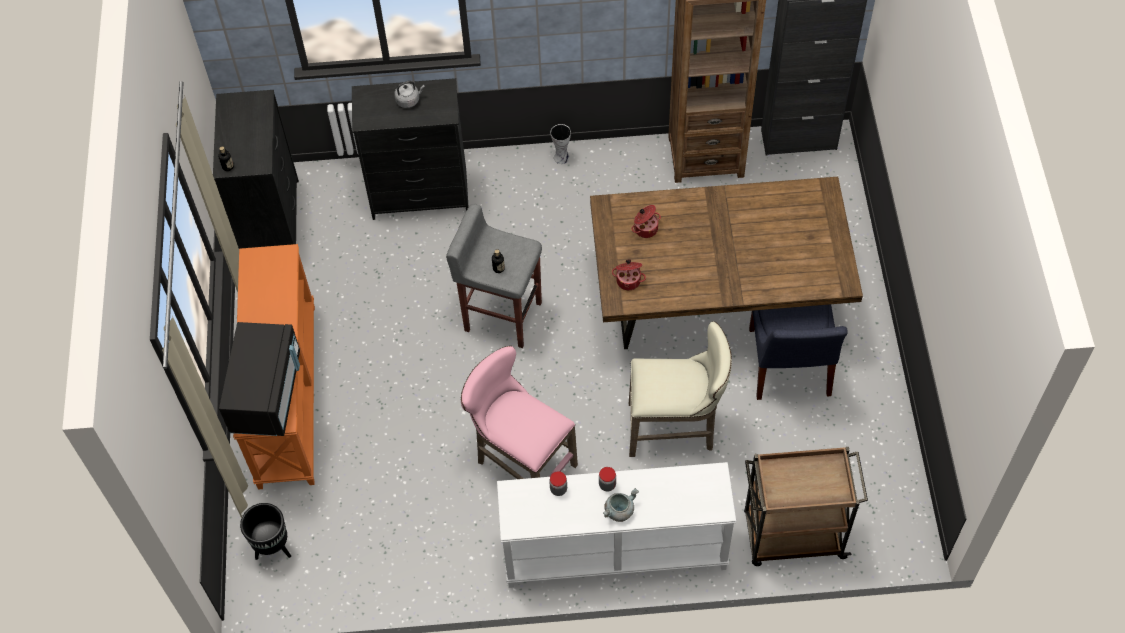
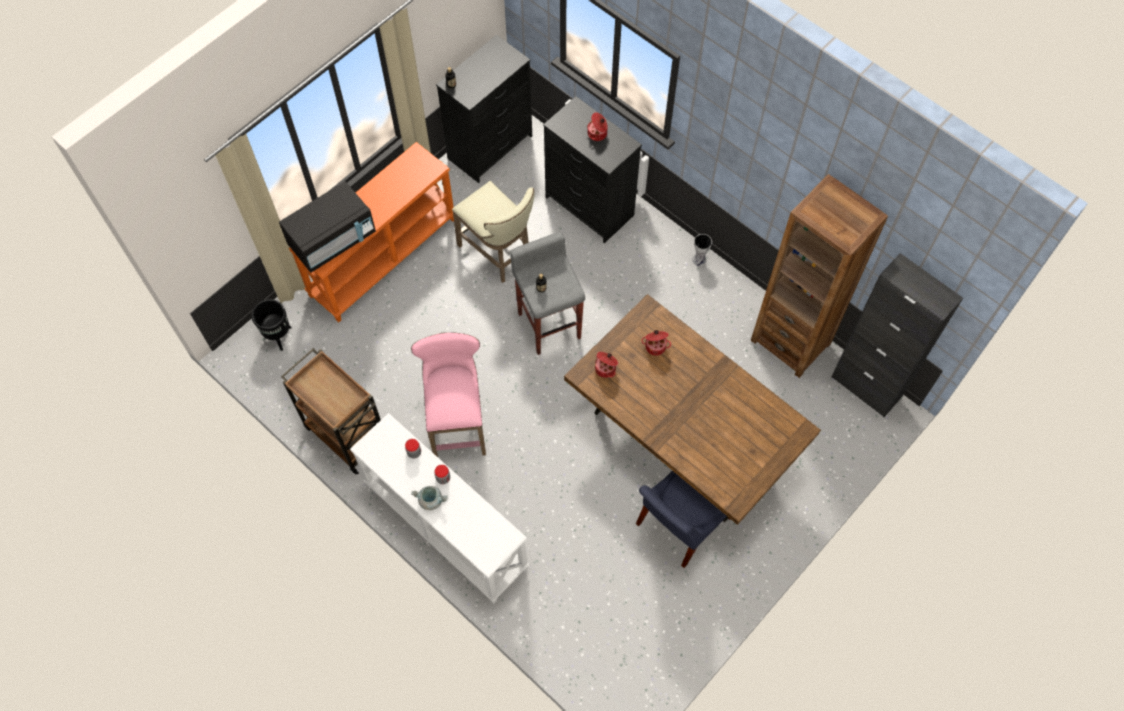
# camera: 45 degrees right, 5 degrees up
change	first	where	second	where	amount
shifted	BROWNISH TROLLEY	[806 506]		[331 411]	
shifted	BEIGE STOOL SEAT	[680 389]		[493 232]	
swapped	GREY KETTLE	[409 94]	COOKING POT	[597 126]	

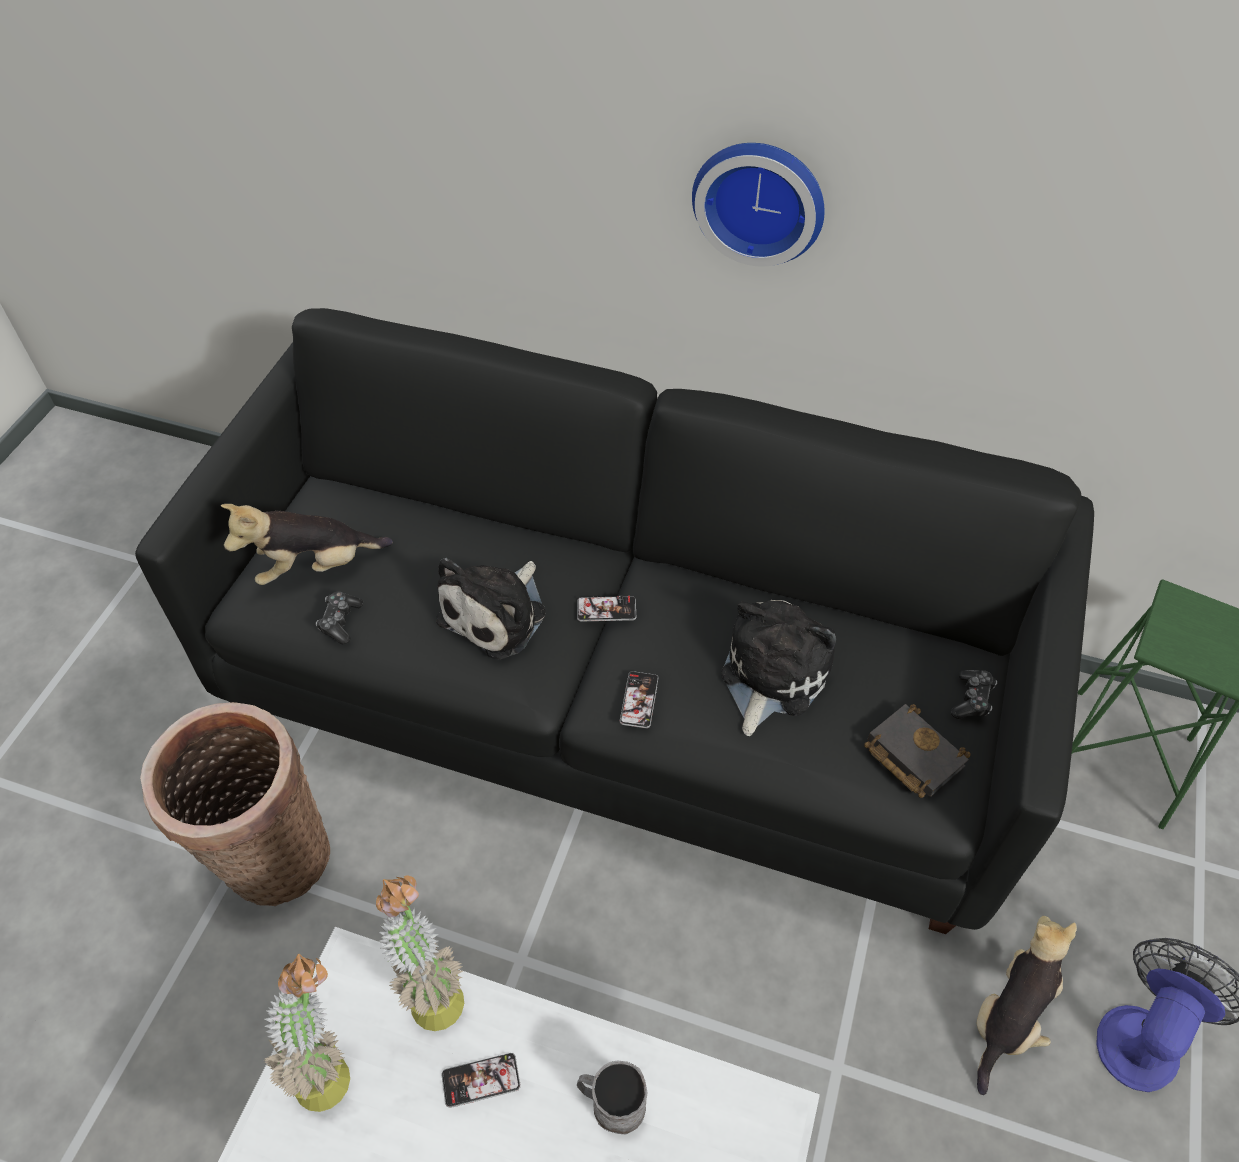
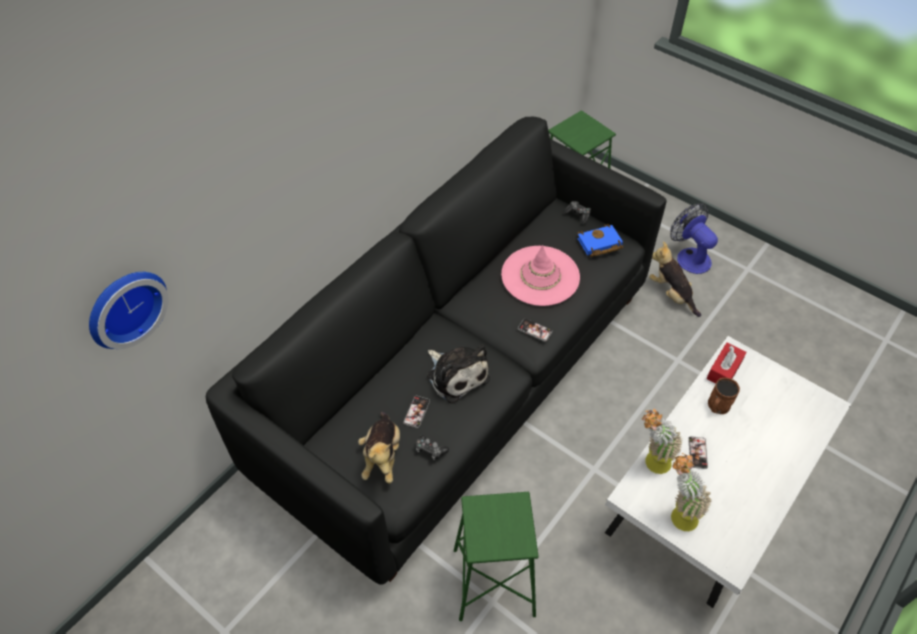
# camera: 70 degrees left, 0 degrees up
change	first	where	second	where	amount
shifted	WALL CLOCK	[758 204]		[129 310]	
shifted	HANDSET	[606 608]		[416 412]	
swapped	BASKET	[235 804]	GREEN STOOL SEAT	[496 556]	
swapped	CUDDLY TOY	[778 668]	PINK HAT	[540 275]	
repainted	BLACKISH BOOK	[917 751]	BLUE-COLOURED BOOK	[600 240]	
new			REDDISH BOX OF TISSUES	[726 363]	
repainted	GREY MUG	[612 1097]	BROWNISH MUG	[724 396]	

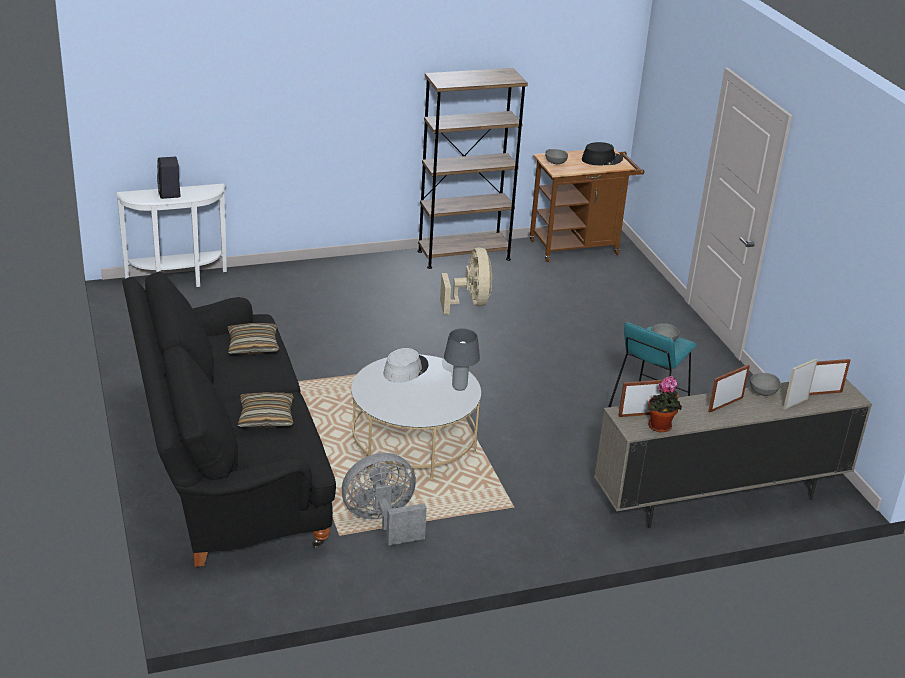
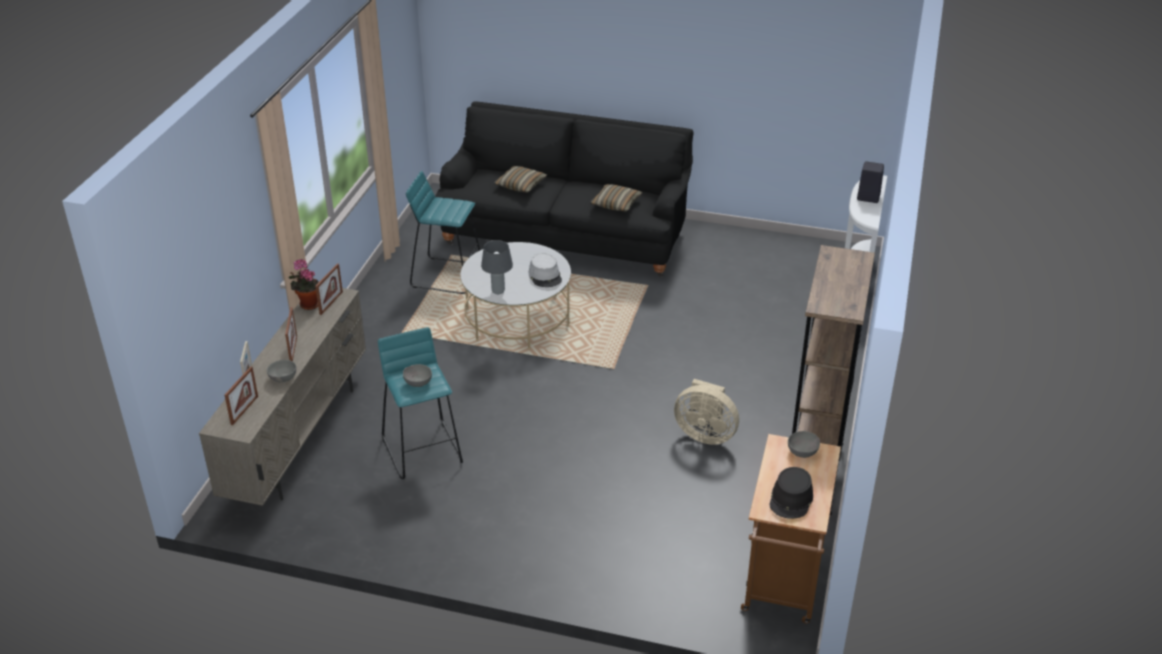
# camera: 125 degrees right, 5 degrees up
change	first	where	second	where	amount
swapped	GREY FAN	[384 499]	TURQUOISE STOOL SEAT	[443 232]	

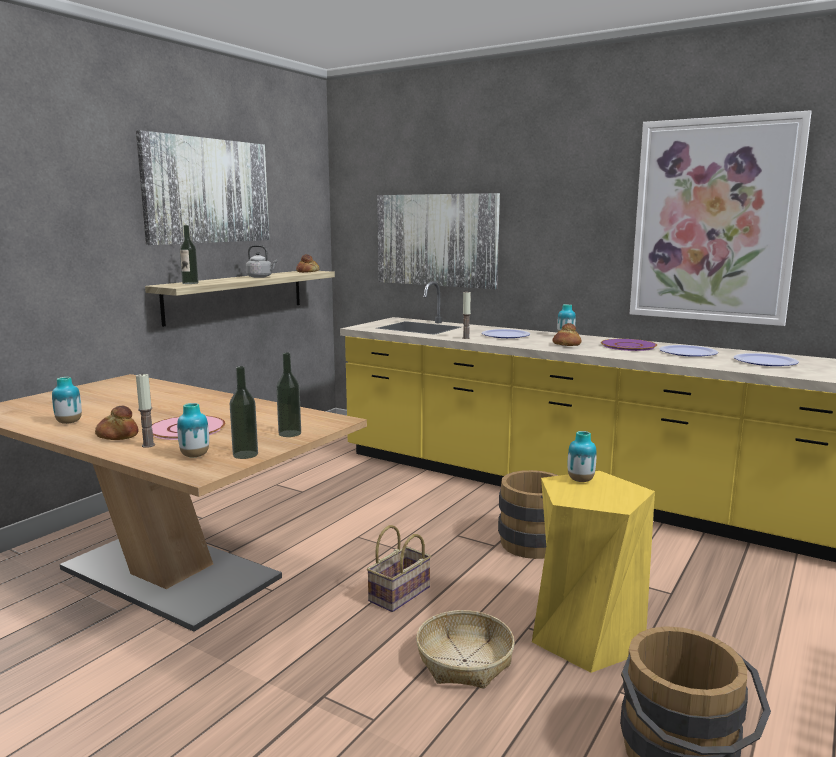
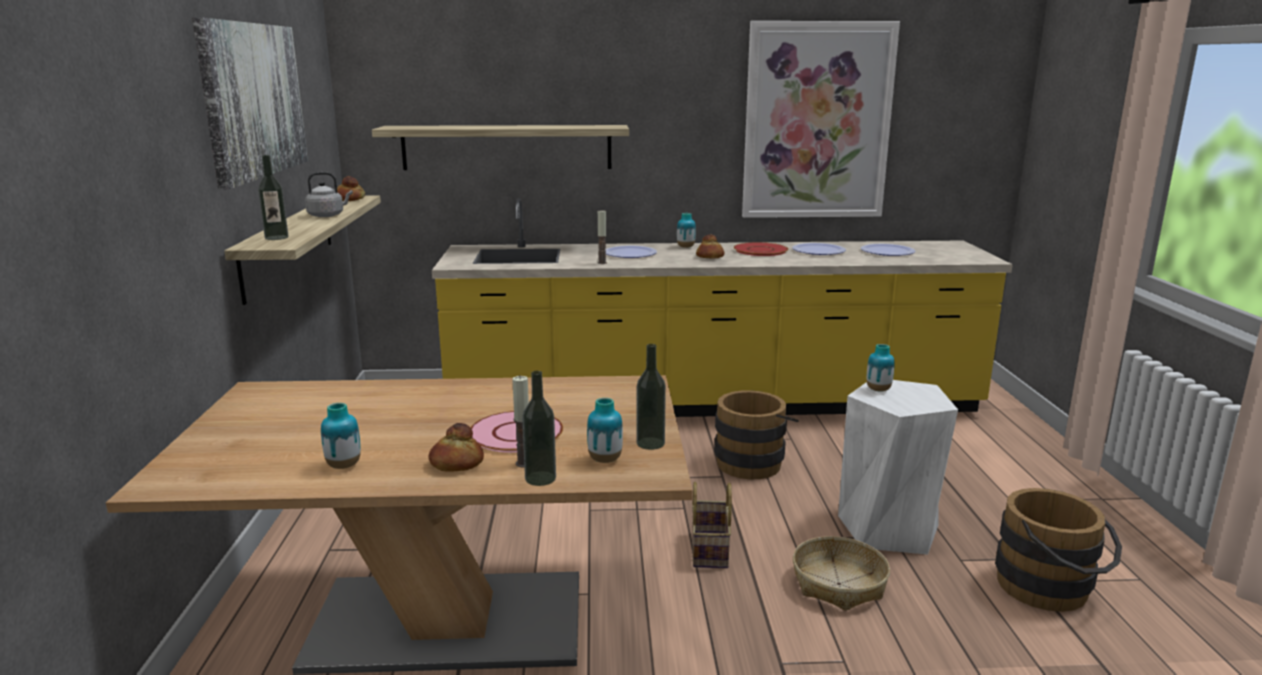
# camera: 35 degrees left, 5 degrees up
change	first	where	second	where	amount
swapped	WALL PICTURE	[438 241]	BRACKET SHELF	[500 147]	
shifted	BOTTLE	[288 395]		[539 428]	
repainted	PURPLE PLATE	[629 345]	REDDISH PLATE	[761 249]	
repainted	YELLOWISH STOOL SEAT	[593 572]	WHITE STOOL SEAT	[898 467]	

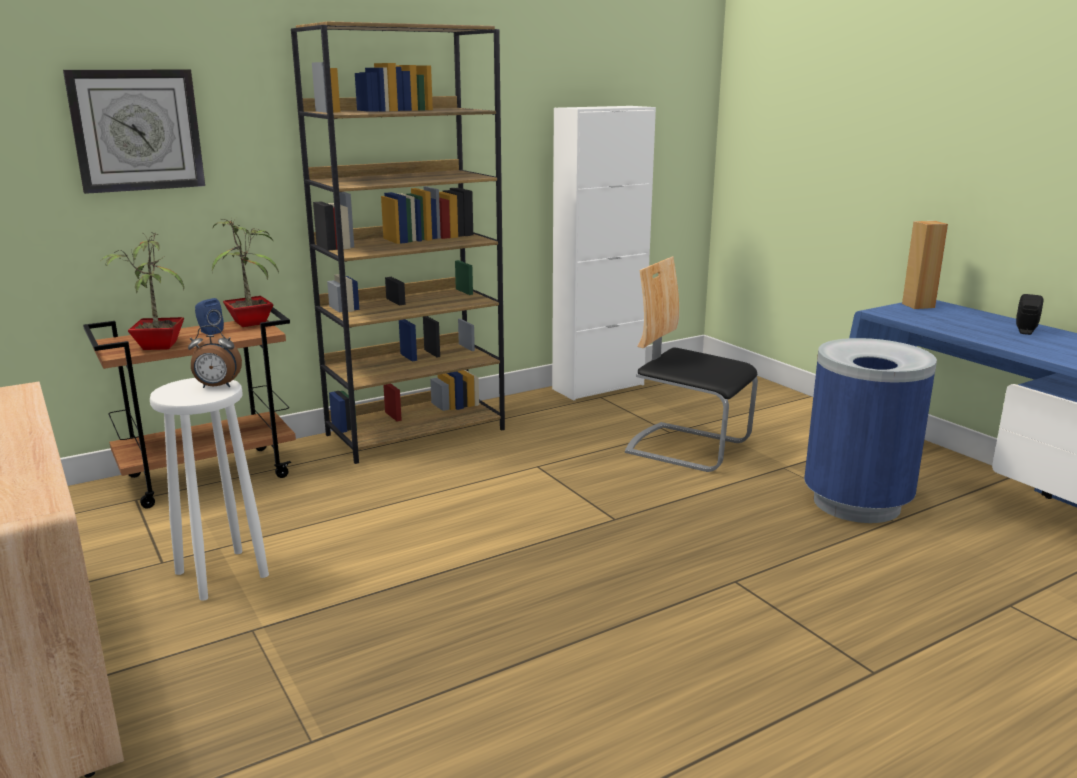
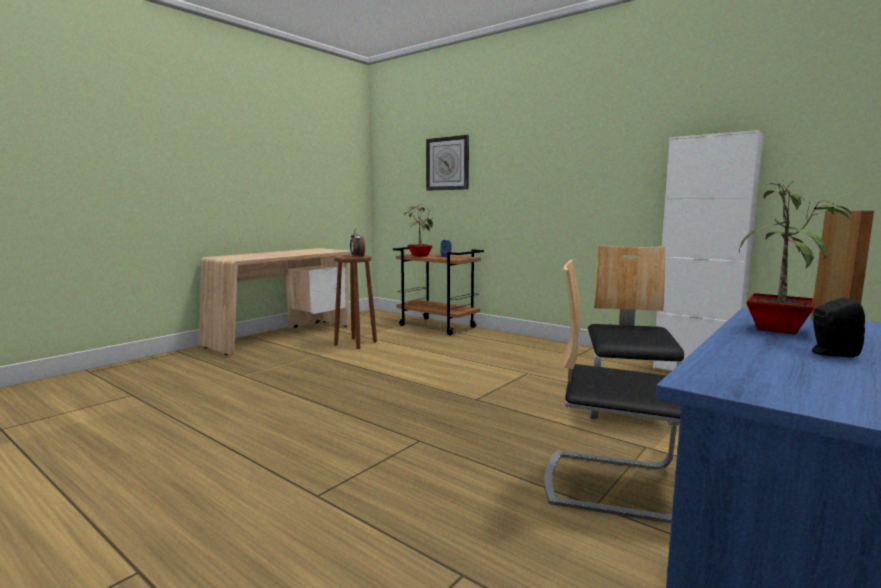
# camera: 70 degrees right, 10 degrees down
change	first	where	second	where	amount
repainted	WHITE STOOL SEAT	[209 489]	BROWNISH STOOL SEAT	[355 302]	
swapped	BLUE-COLOURED RUBBISH BIN	[870 430]	CHAIR	[612 391]	
shifted	POTTED PLANT	[245 272]		[795 257]	
gone	BROWNISH BOOKSHELF	[398 242]			

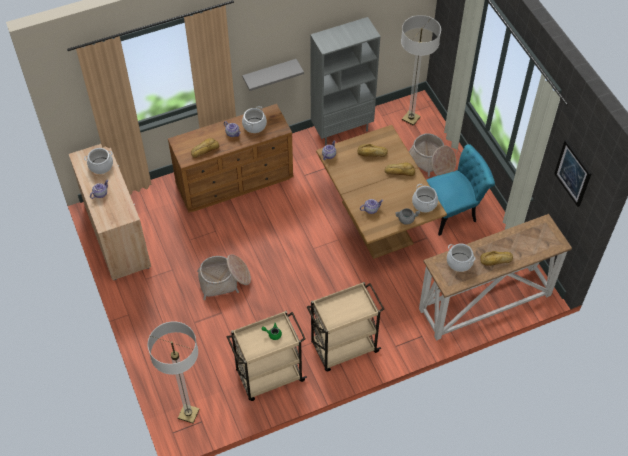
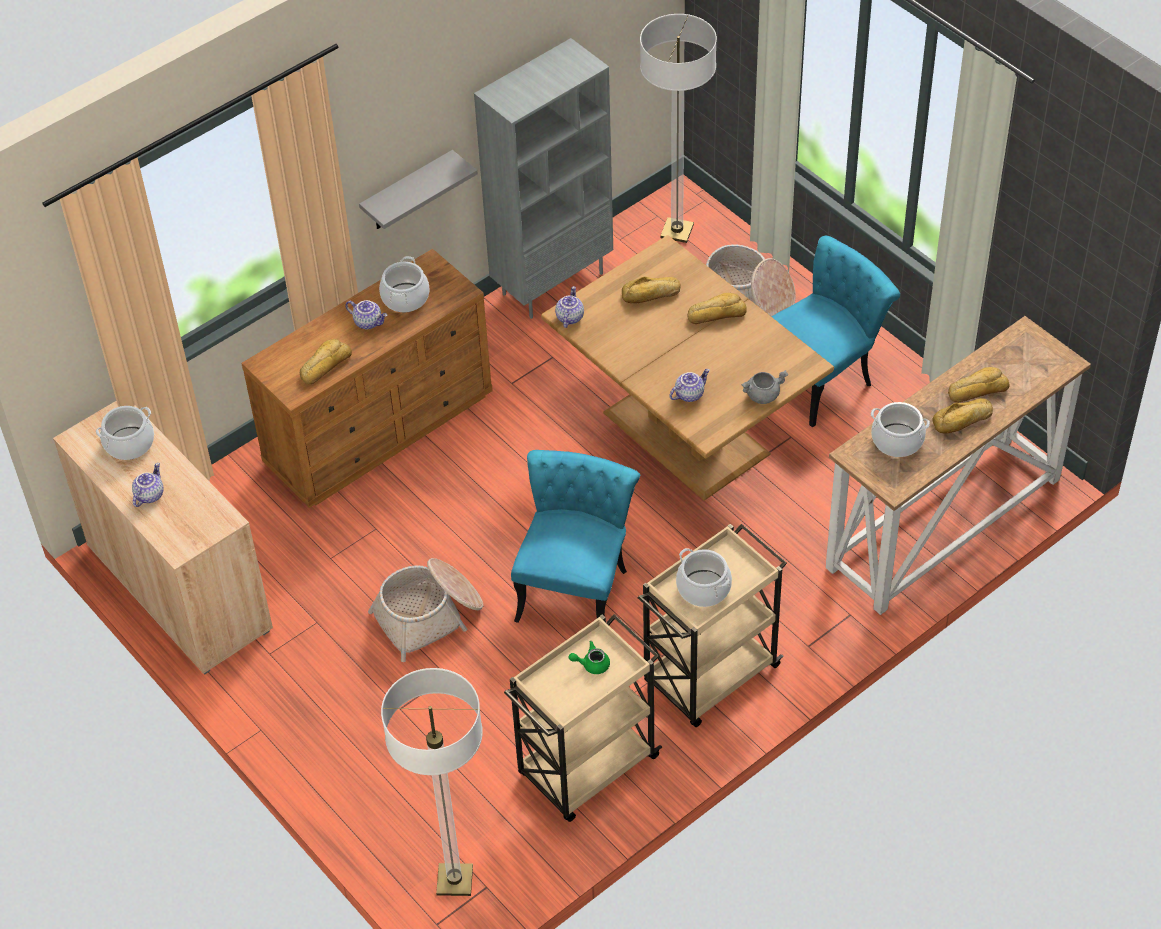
# camera: 15 degrees left, 5 degrees down
change	first	where	second	where	amount
new			TURQUOISE CHAIR	[575 536]	
shifted	COOKING POT	[425 198]		[704 577]	
new			BAKED BREAD	[978 385]	
gone	WALL PICTURE	[573 173]			

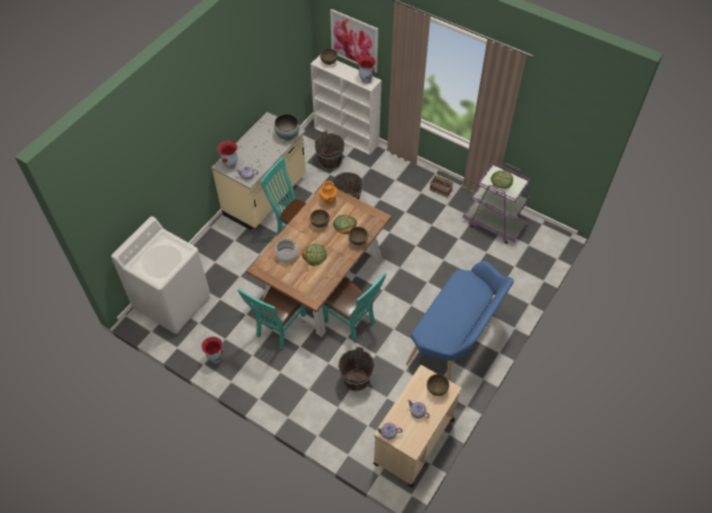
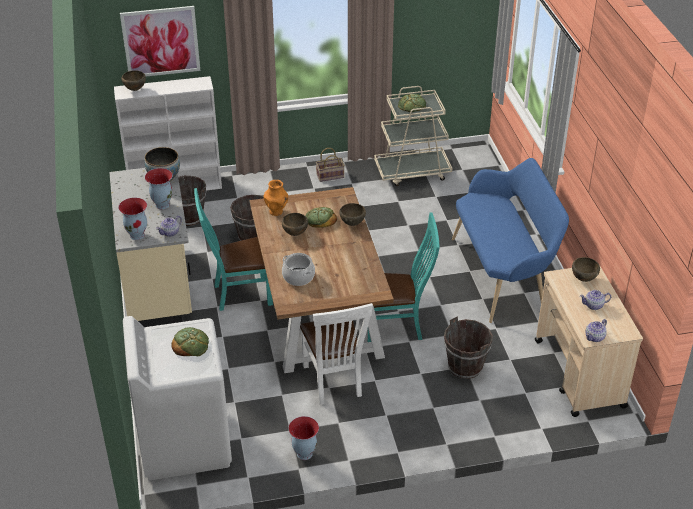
# camera: 45 degrees left, 15 degrees down
change	first	where	second	where	amount
shifted	DECORATIVE VASE	[366 69]		[159 188]	
shifted	BAKED BREAD	[314 255]		[190 341]	
repainted	TURQUOISE CHAIR	[272 318]	WHITE CHAIR	[336 354]	
repainted	PURPLE TROLLEY	[496 203]	BEIGE TROLLEY	[413 136]	

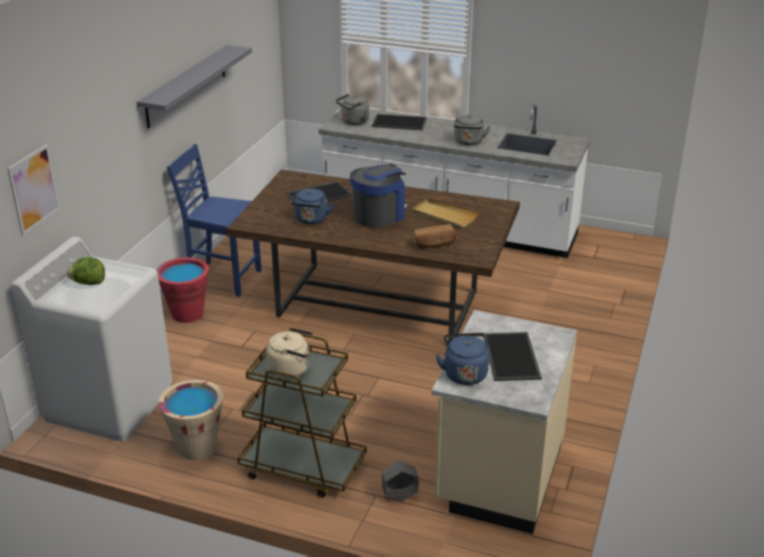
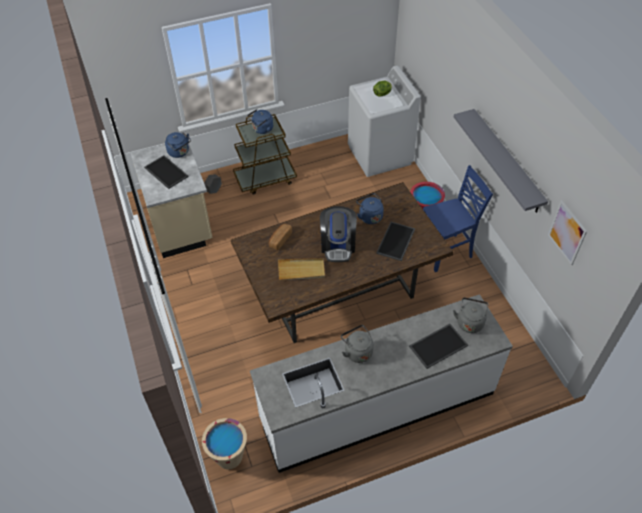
# camera: 140 degrees right, 20 degrees up
change	first	where	second	where	amount
shifted	BEIGE BUCKET	[190 420]		[224 443]	
repainted	BEIGE KETTLE	[289 353]	BLUE-COLOURED KETTLE	[260 121]	
shifted	WALL PICTURE	[33 189]		[567 232]	

